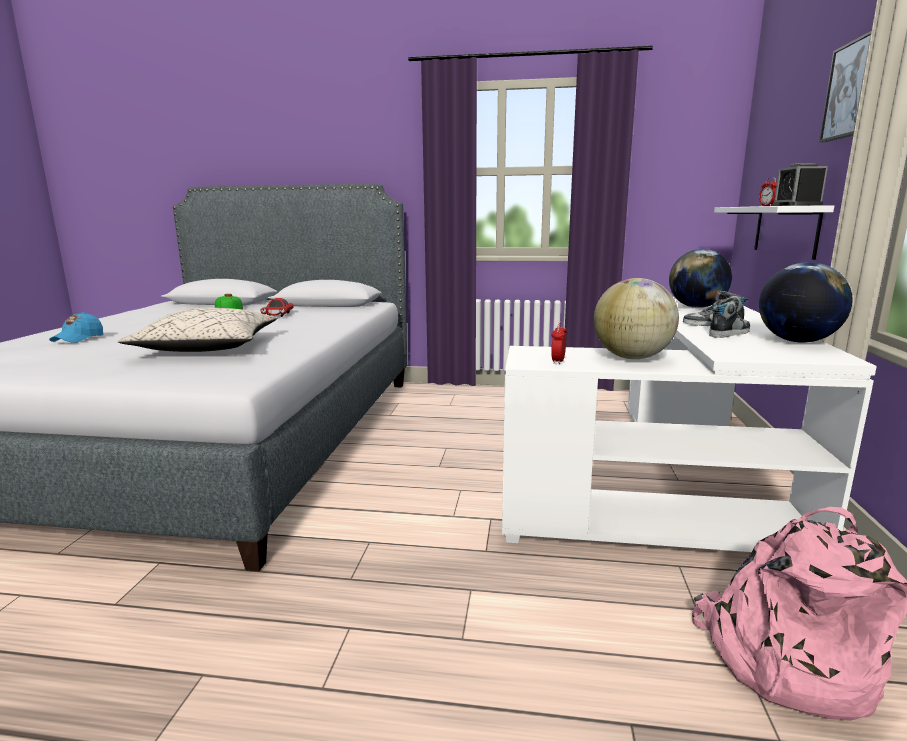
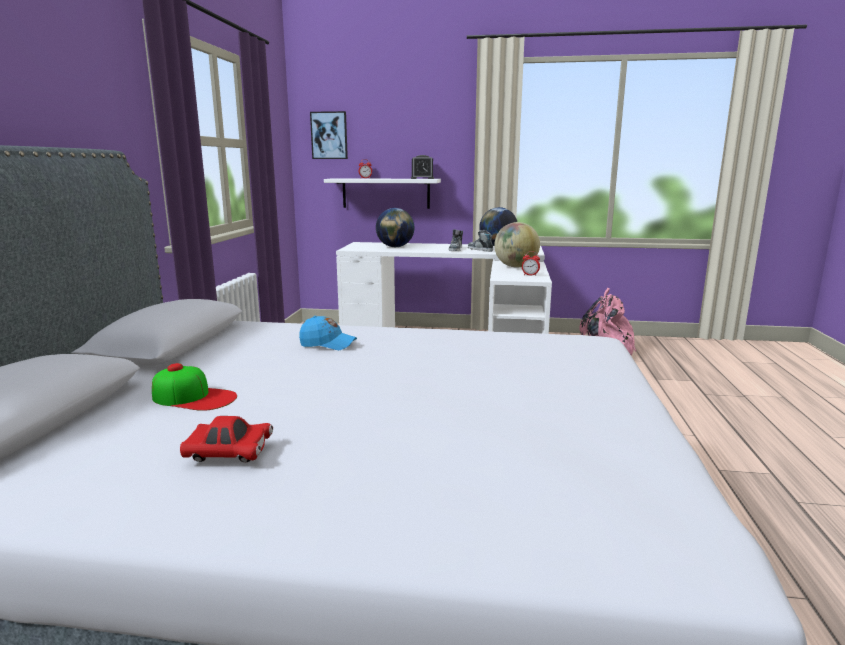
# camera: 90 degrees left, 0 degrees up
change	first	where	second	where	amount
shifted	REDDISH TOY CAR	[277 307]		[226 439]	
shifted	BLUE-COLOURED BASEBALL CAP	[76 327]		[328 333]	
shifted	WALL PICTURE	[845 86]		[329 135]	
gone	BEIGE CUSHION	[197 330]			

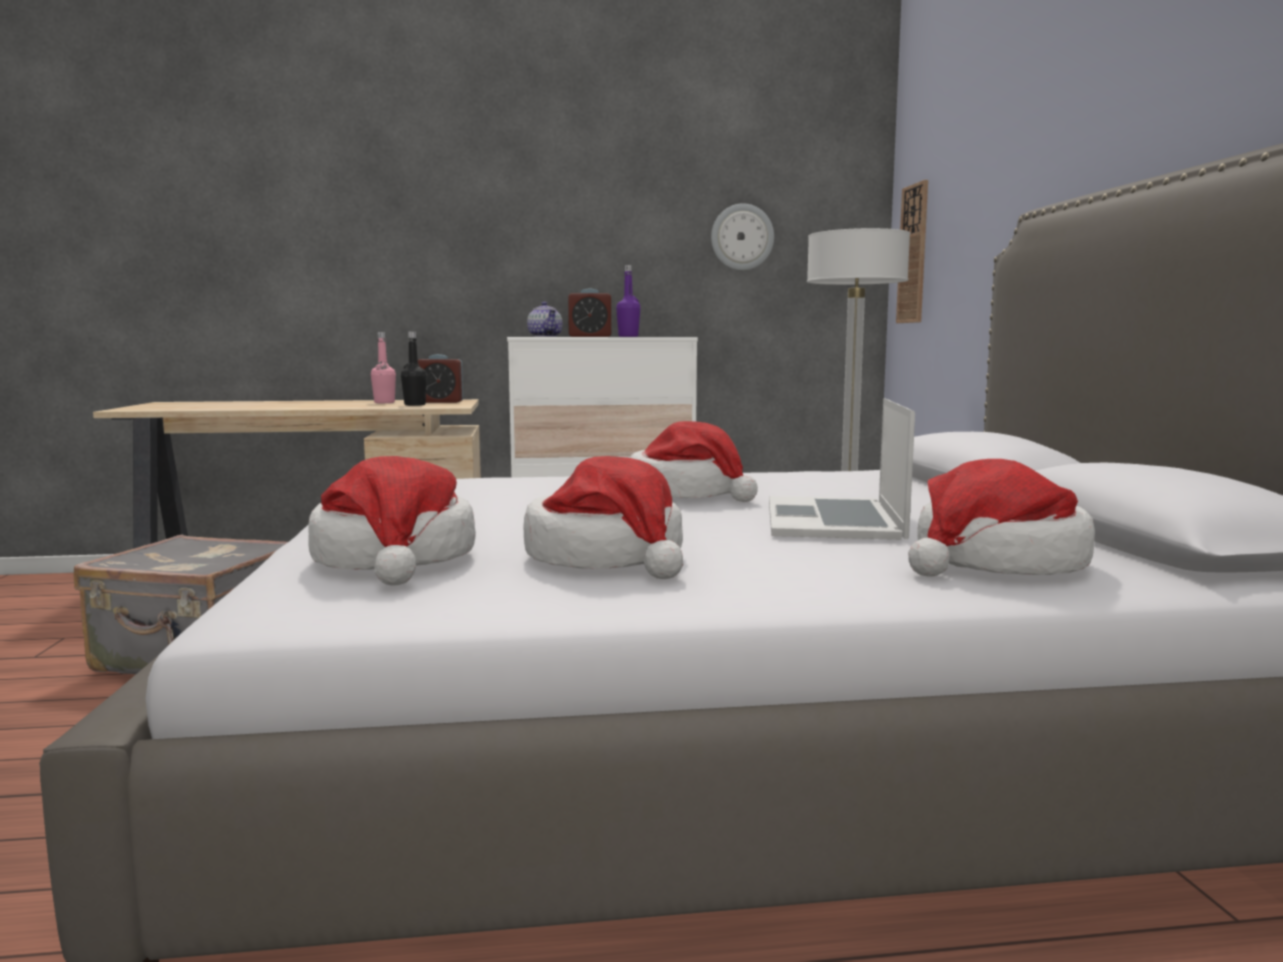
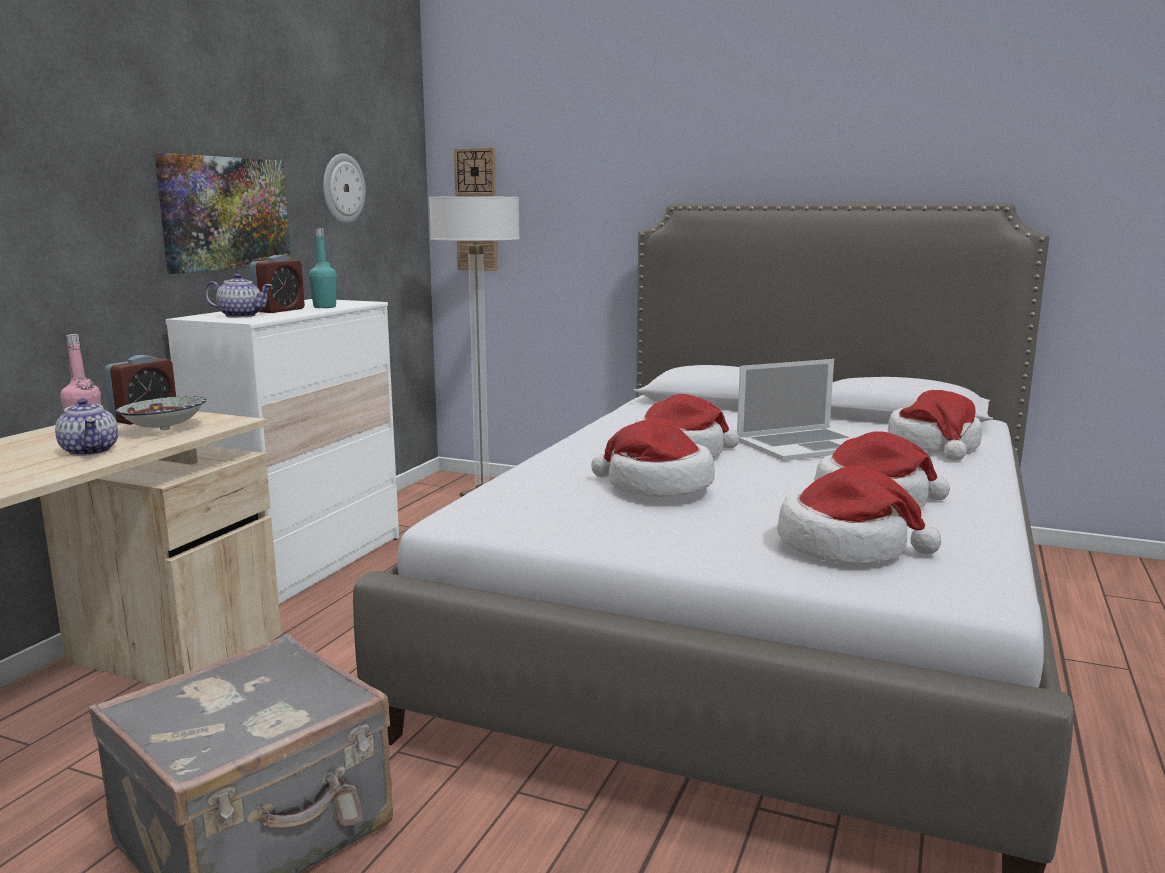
# camera: 60 degrees left, 5 degrees up
change	first	where	second	where	amount
new			TEAPOT	[86 427]	
swapped	BLACKISH BOTTLE	[414 369]	SERVING BOWL	[161 413]	
new			WALL PICTURE	[222 213]	
repainted	PURPLE BOTTLE	[628 301]	TURQUOISE BOTTLE	[323 268]	
new			HAT	[653 457]	
rotated	LAPTOP	[842 469]		[797 410]	60 degrees counterclockwise

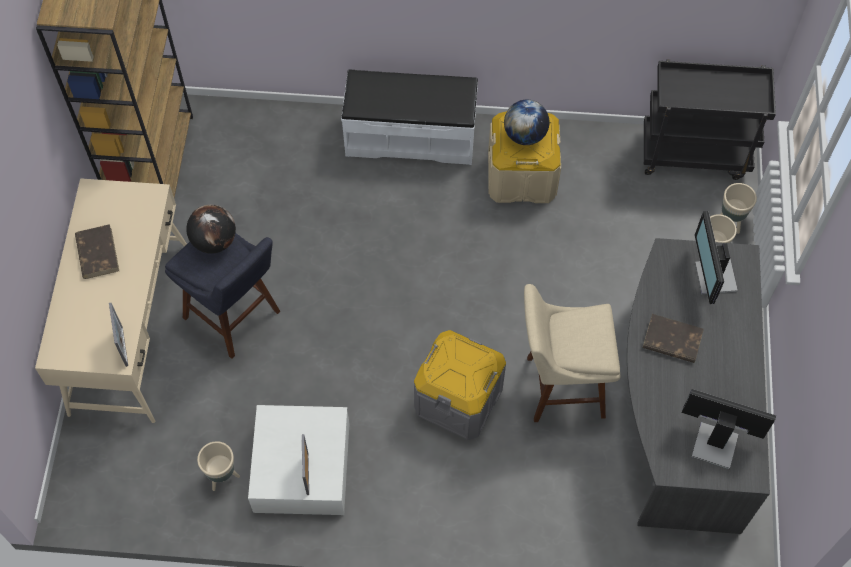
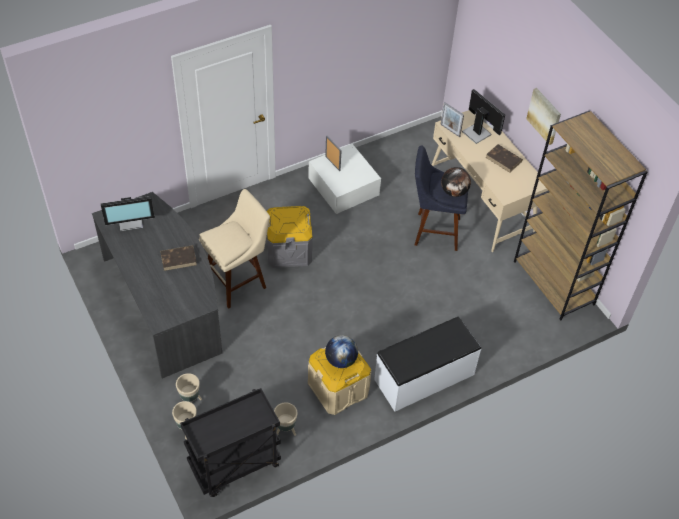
# camera: 145 degrees right, 10 degrees down
change	first	where	second	where	amount
shifted	BEIGE FLOWER POT	[218 466]		[286 419]	
shifted	COMPUTER SCREEN	[716 257]		[483 116]	
new			WALL PICTURE	[543 116]	

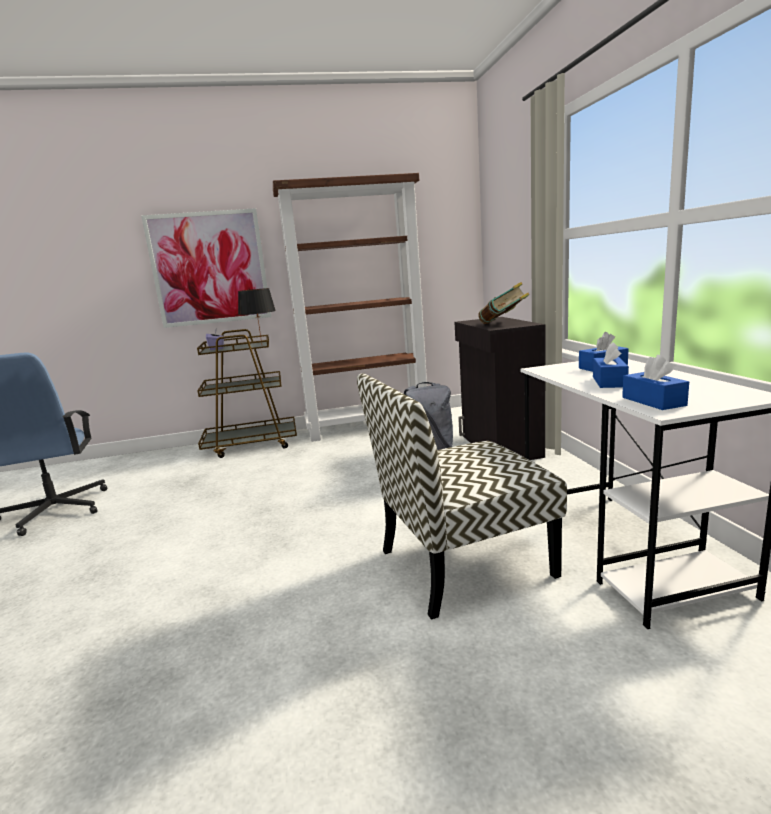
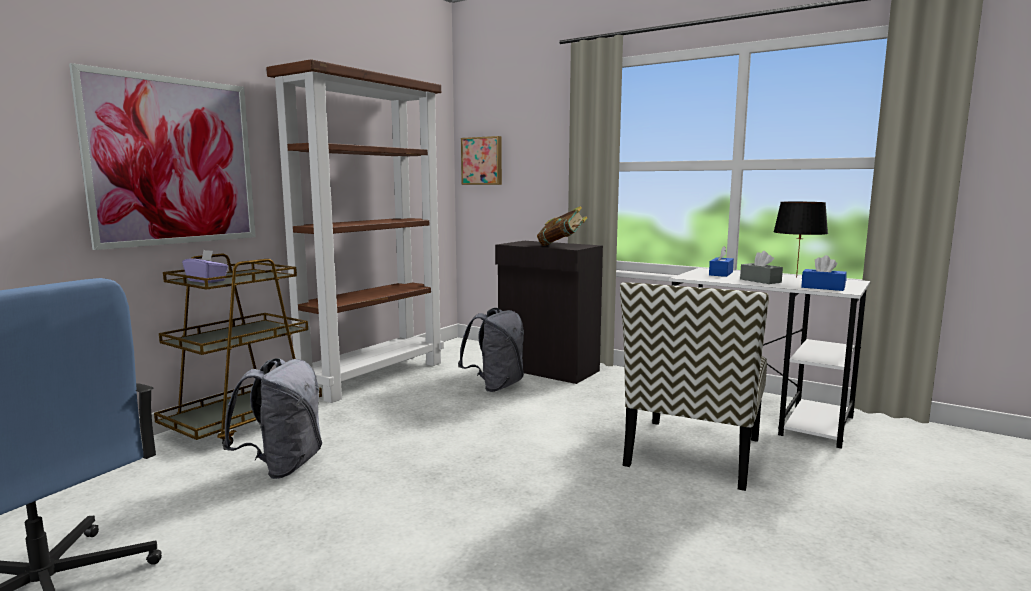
# camera: 45 degrees left, 5 degrees down
change	first	where	second	where	amount
new			GREY KNAPSACK	[272 418]	
new			WALL PICTURE	[481 160]	
repainted	BLUE-COLOURED BOX OF TISSUES	[611 365]	GREY BOX OF TISSUES	[761 267]	
shifted	BLACKISH TABLE LAMP	[257 316]		[800 239]	

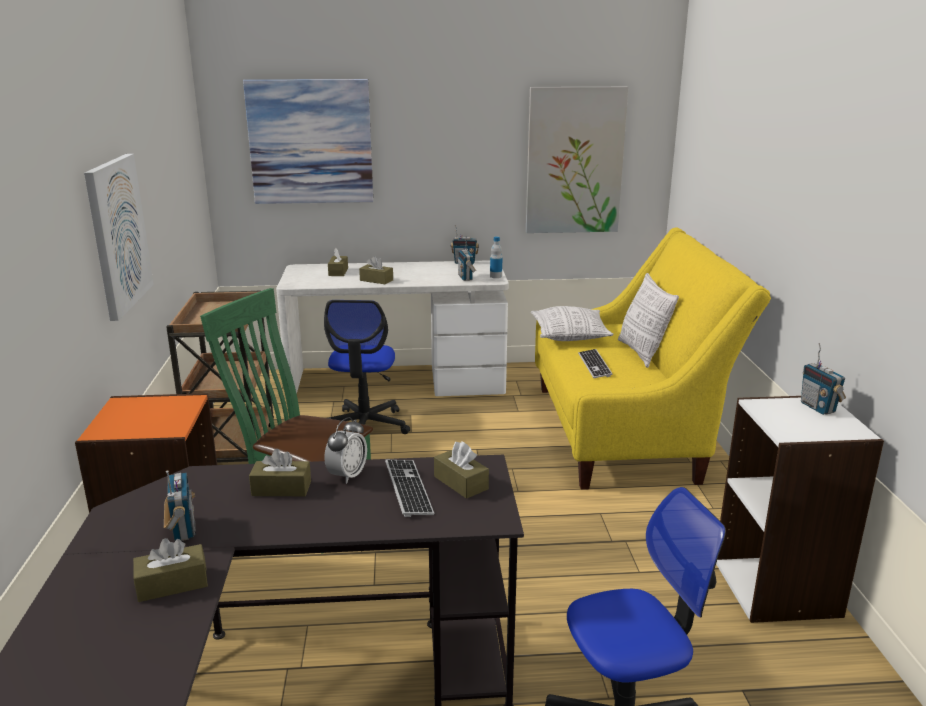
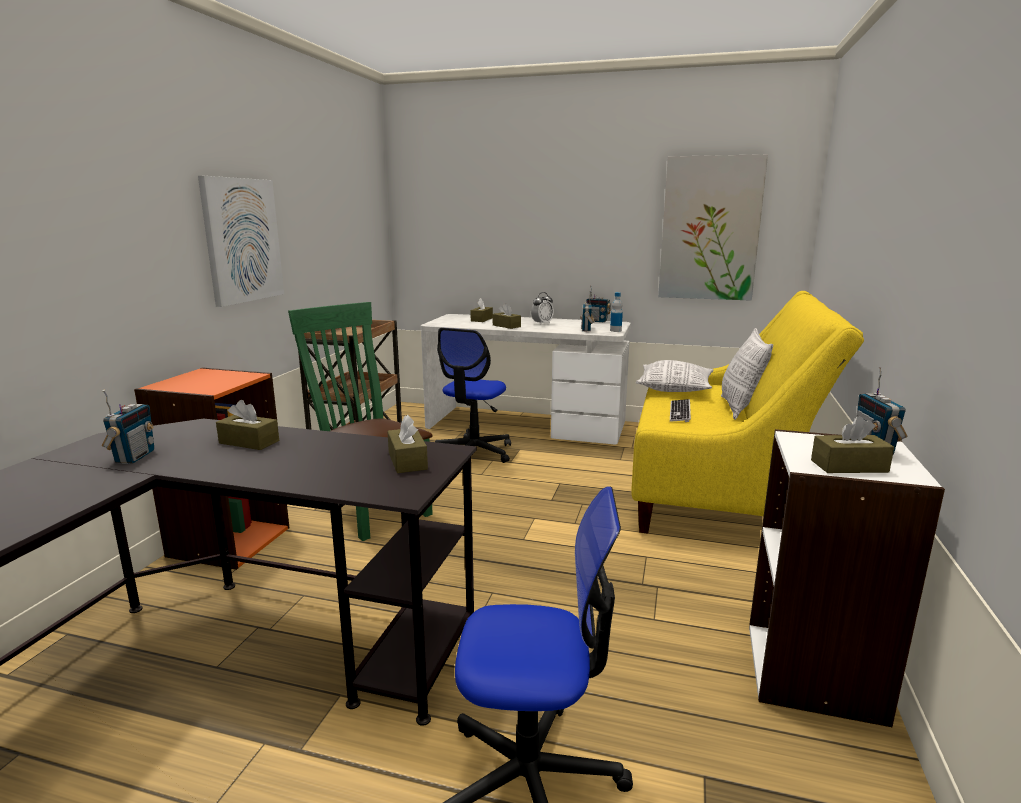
# camera: 20 degrees right, 5 degrees down
change	first	where	second	where	amount
shifted	BEDSIDE CLOCK	[345 450]		[542 308]	
shifted	BROWNISH BOX OF TISSUES	[170 570]		[852 444]	
gone	WALL PICTURE	[308 141]			
gone	PC KEYBOARD	[409 488]			

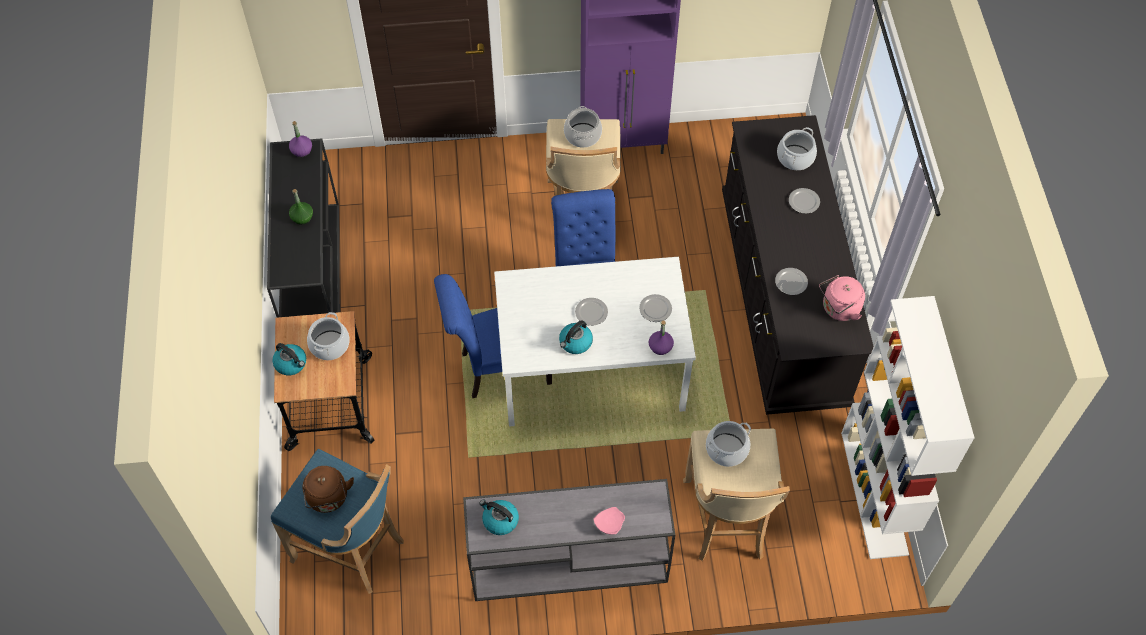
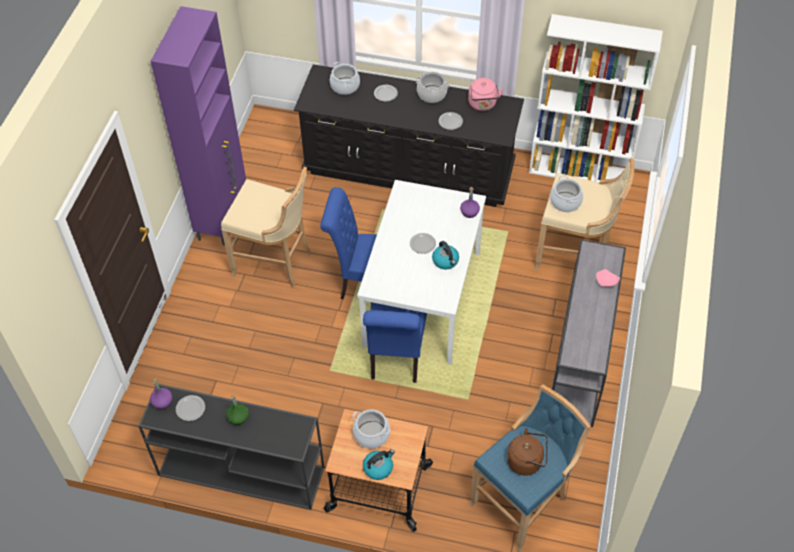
# camera: 70 degrees left, 5 degrees down
change	first	where	second	where	amount
shifted	PLATE	[655 308]		[190 408]	
shifted	COOKING POT	[583 127]		[432 87]	
gone	KETTLE	[499 517]			

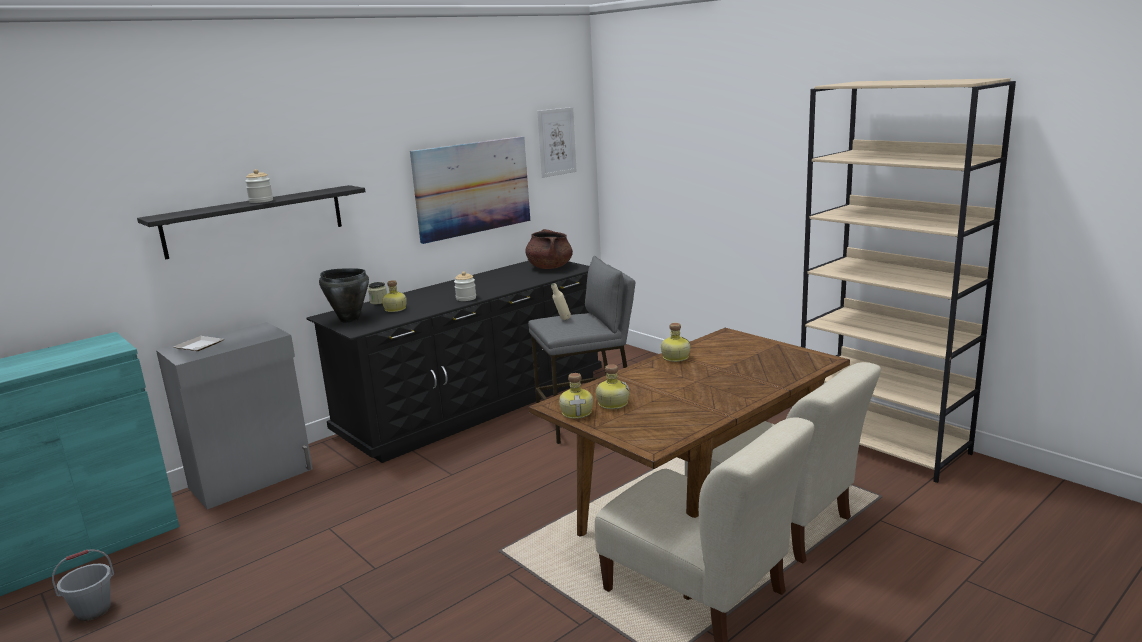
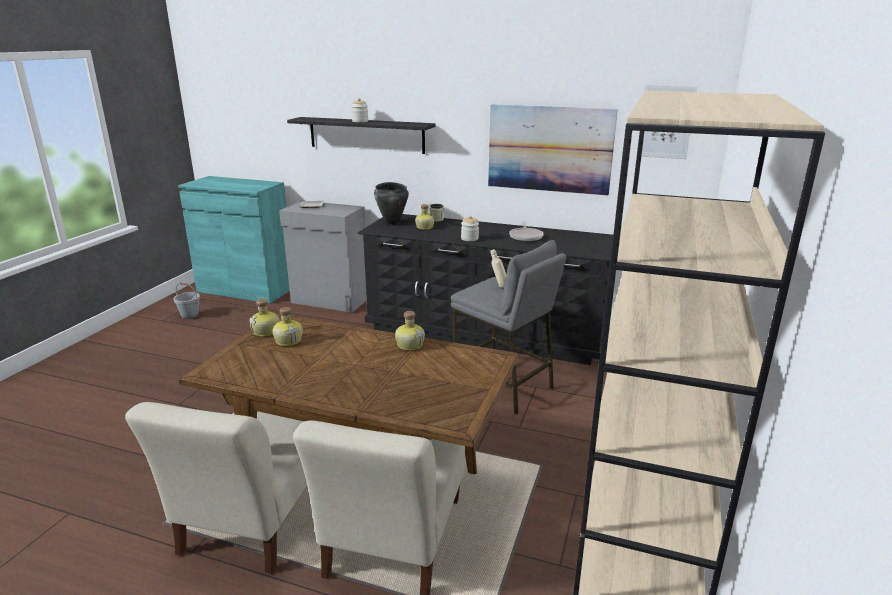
# camera: 60 degrees right, 5 degrees up
change	first	where	second	where	amount
new			SKILLET	[526 232]	
gone	BROWNISH COOKING POT	[549 249]			

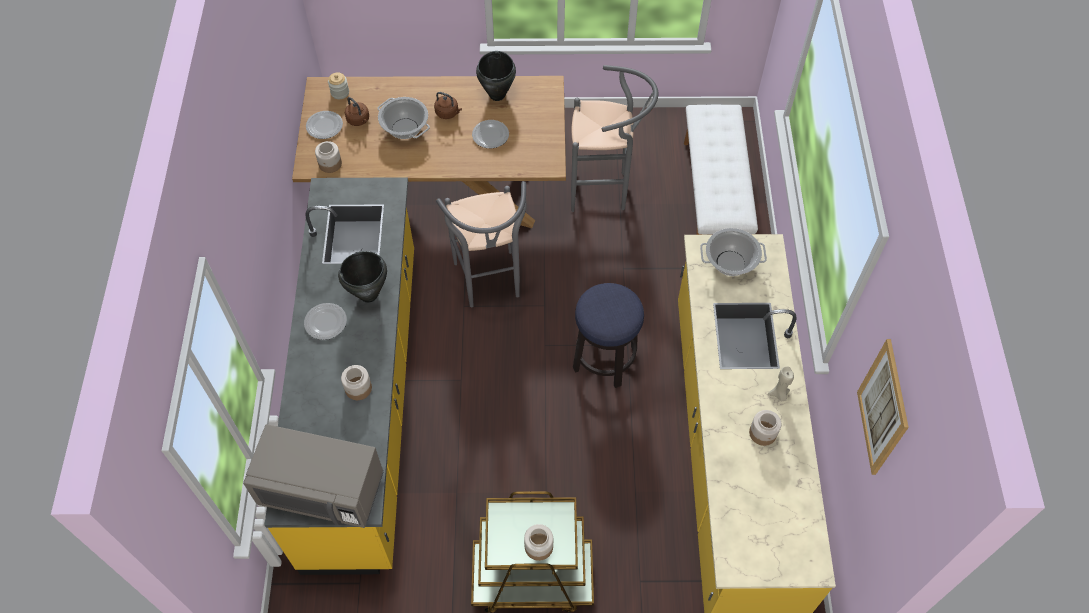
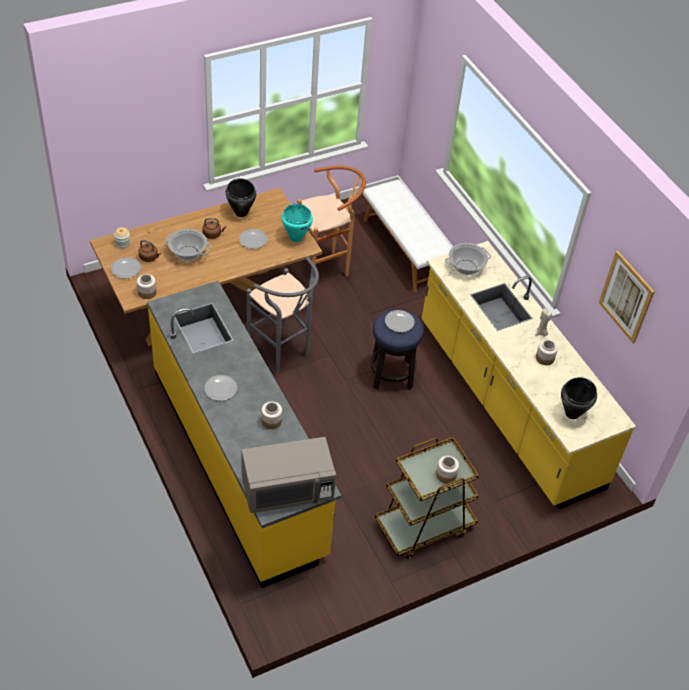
# camera: 30 degrees left, 10 degrees down
change	first	where	second	where	amount
new			TURQUOISE COOKING POT	[297 223]	
repainted	GREY STOOL SEAT	[614 138]	BROWNISH STOOL SEAT	[331 221]	
new			PLATE	[400 321]	
shifted	BLACKISH COOKING POT	[362 277]		[579 398]	

